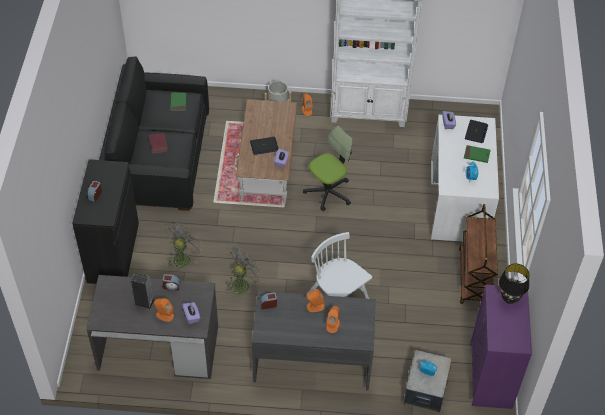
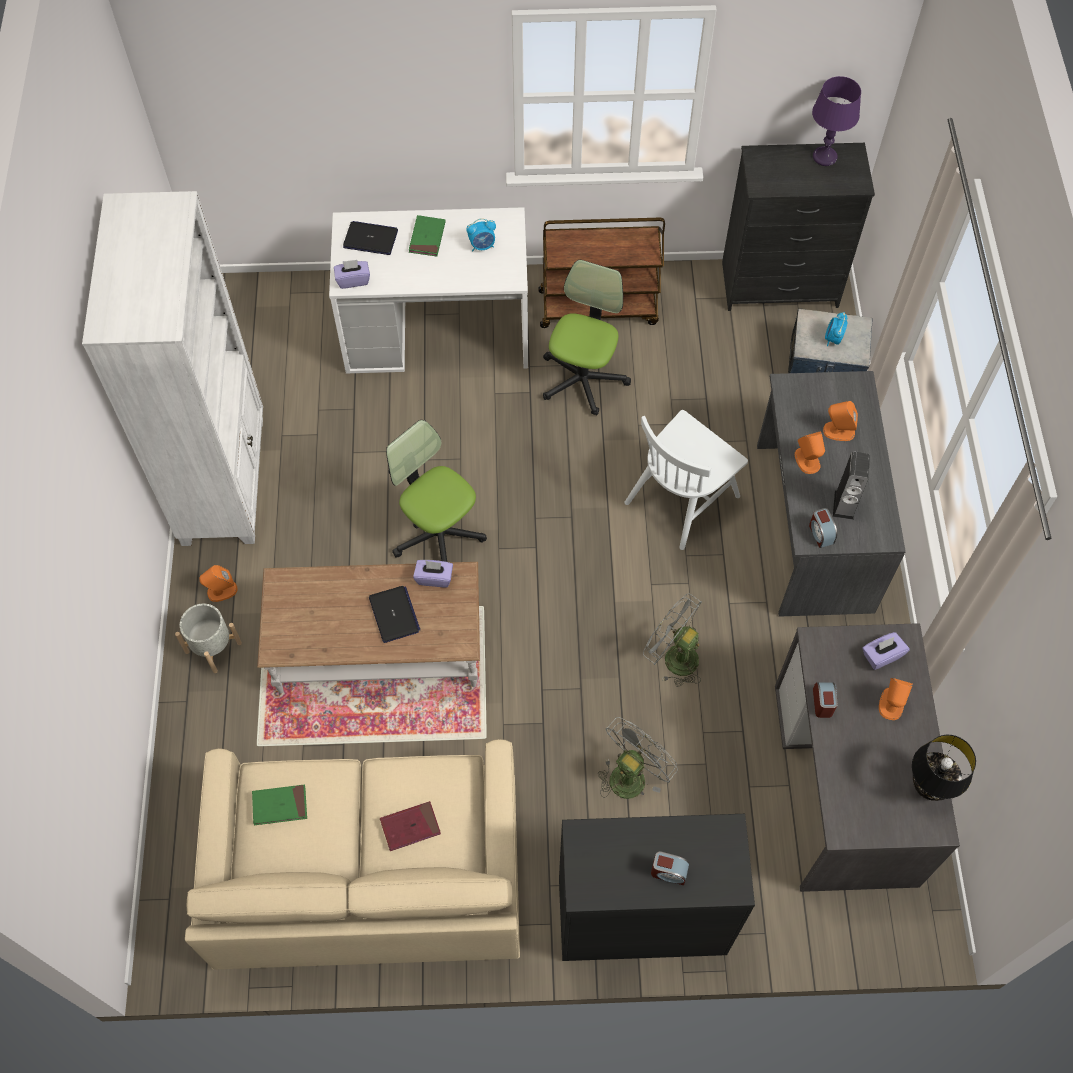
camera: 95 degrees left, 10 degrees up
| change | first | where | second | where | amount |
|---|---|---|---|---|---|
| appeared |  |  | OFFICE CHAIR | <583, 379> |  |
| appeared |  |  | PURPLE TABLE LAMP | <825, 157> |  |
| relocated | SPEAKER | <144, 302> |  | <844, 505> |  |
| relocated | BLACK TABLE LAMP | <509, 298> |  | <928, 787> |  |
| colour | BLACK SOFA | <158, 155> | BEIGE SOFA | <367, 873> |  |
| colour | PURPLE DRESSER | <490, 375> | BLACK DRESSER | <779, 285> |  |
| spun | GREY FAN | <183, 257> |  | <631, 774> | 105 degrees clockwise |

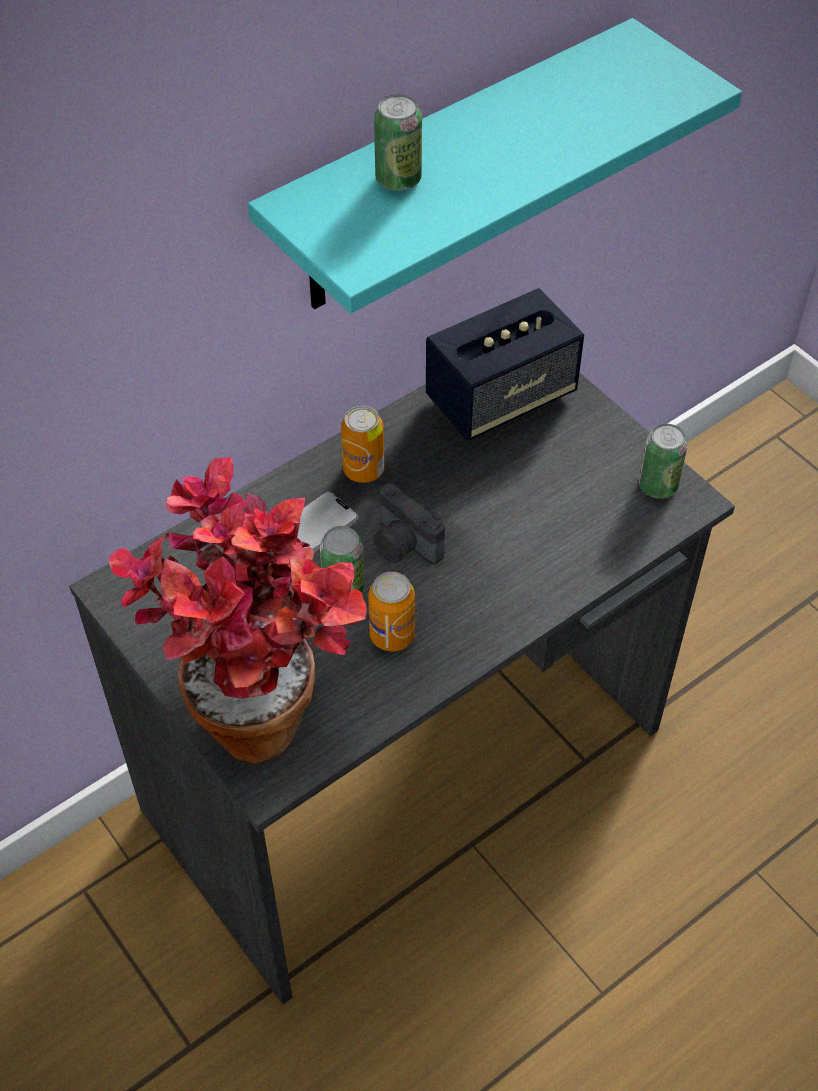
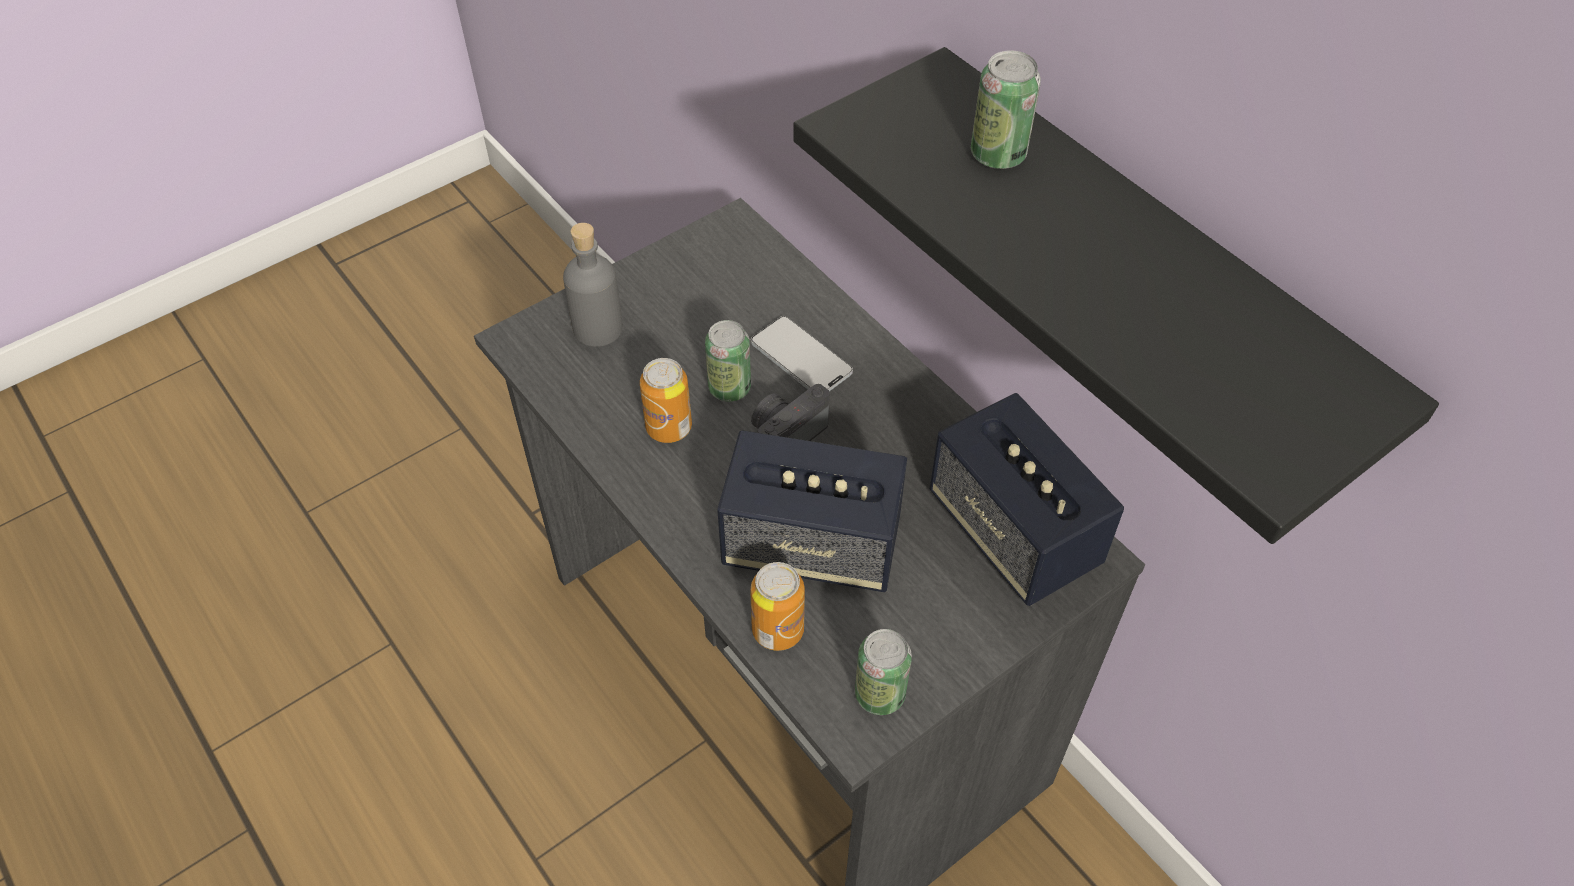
camera: 90 degrees right, 0 degrees up
| change | first | where | second | where | amount |
|---|---|---|---|---|---|
| appeared |  |  | SPEAKER | <811, 544> |  |
| relocated | CAN | <363, 469> |  | <778, 630> |  |
| exchanged | POTTED PLANT | <257, 704> | GREY BOTTLE | <598, 328> |  |
| colour | TURQUOISE SHELF | <449, 172> | BLACK SHELF | <1138, 281> |  |

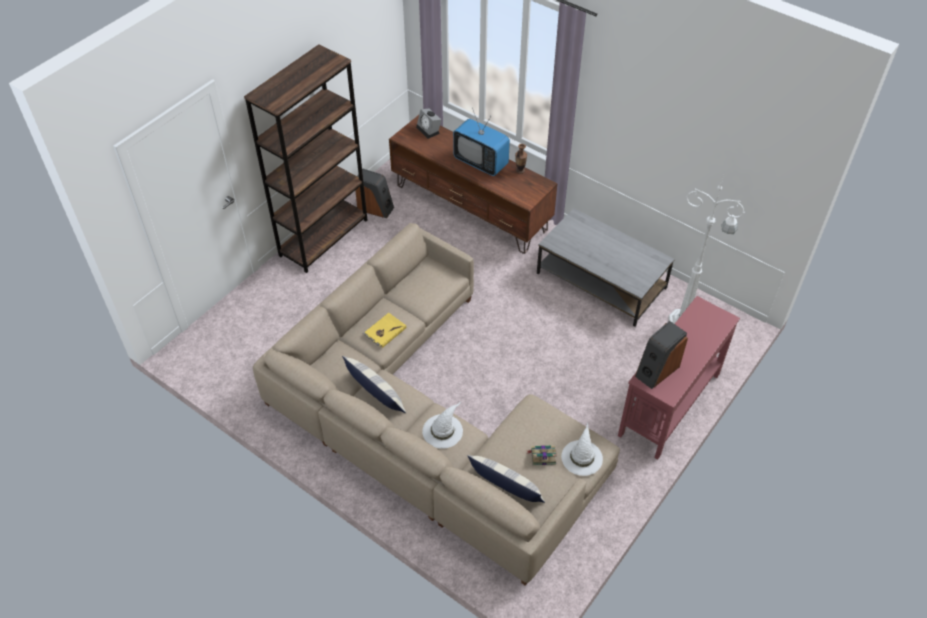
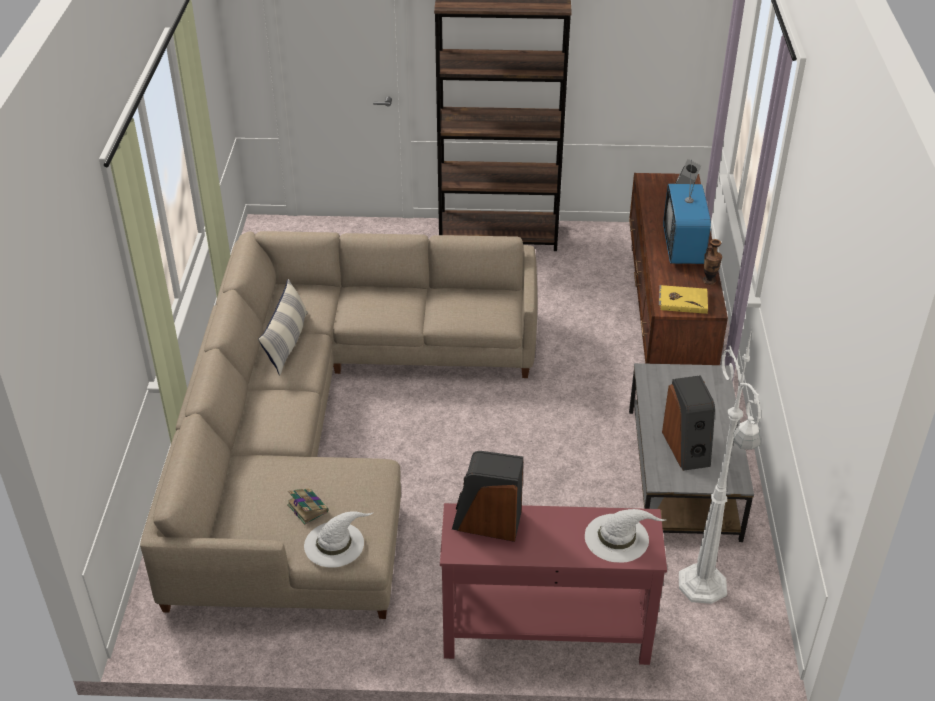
camera: 55 degrees right, 10 degrees down
| change | first | where | second | where | amount |
|---|---|---|---|---|---|
| missing | PILLOW | <505, 487> |  |  |  |
| relocated | SPEAKER | <375, 208> |  | <687, 448> |  |
| relocated | YELLOW BOOK | <384, 331> |  | <683, 301> |  |
| relocated | WHITE HAT | <442, 430> |  | <617, 537> |  |

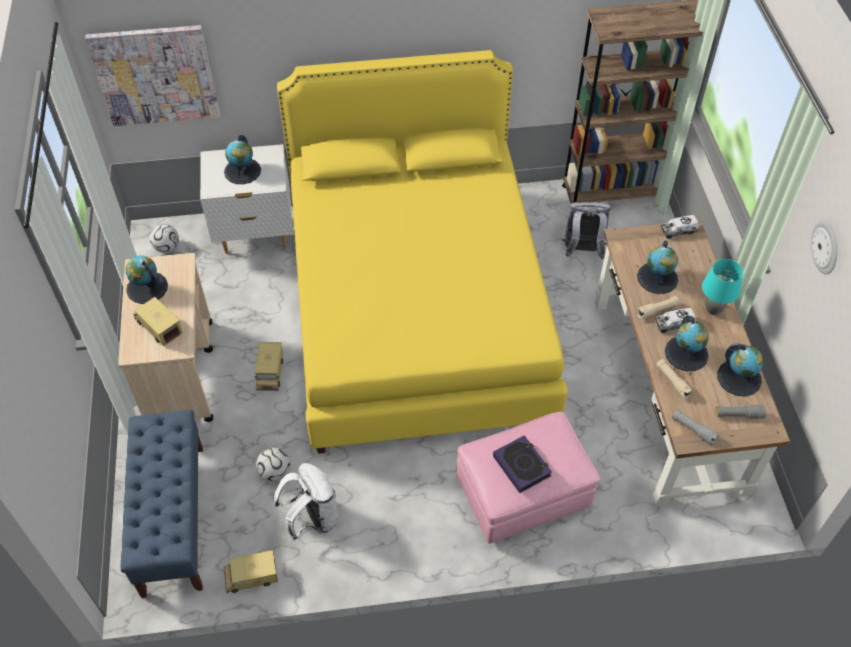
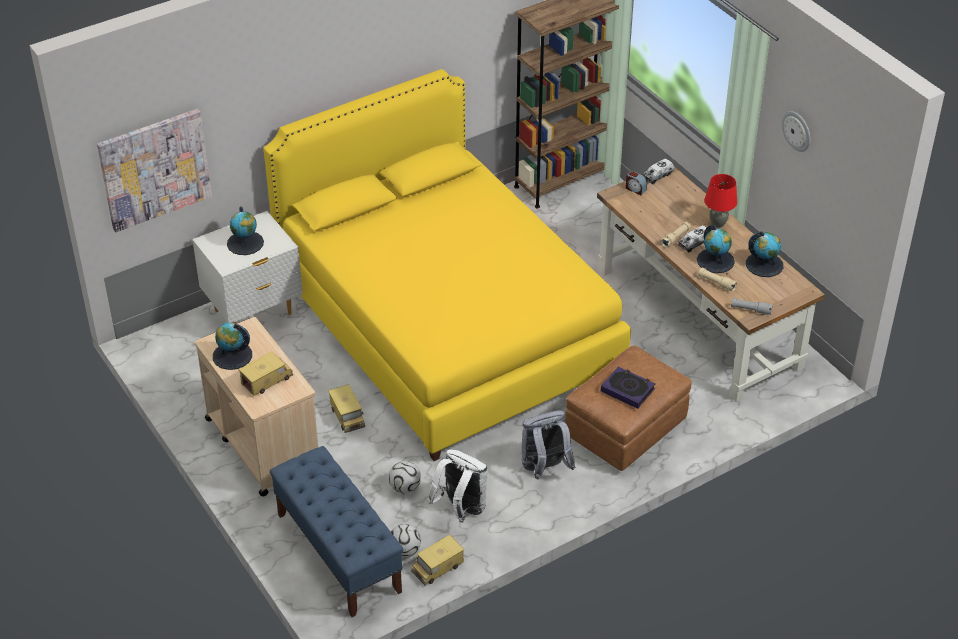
camera: 25 degrees left, 10 degrees down
| change | first | where | second | where | amount |
|---|---|---|---|---|---|
| missing | GLOBE | <657, 278> |  |  |  |
| missing | GREY FLASHLIGHT | <738, 415> |  |  |  |
| appeared |  |  | ALARM CLOCK | <635, 189> |  |
| relocated | FOOTBALL | <167, 247> |  | <404, 551> |  |
| relocated | GREY BACKPACK | <582, 251> |  | <544, 468> |  |
| colour | PINK OTTOMAN | <523, 494> | BROWN OTTOMAN | <626, 430> |  |
| colour | TURQUOISE TABLE LAMP | <712, 309> | RED TABLE LAMP | <717, 224> |  |
| spun | TOY TRUCK | <159, 327> |  | <267, 380> | 120 degrees clockwise |

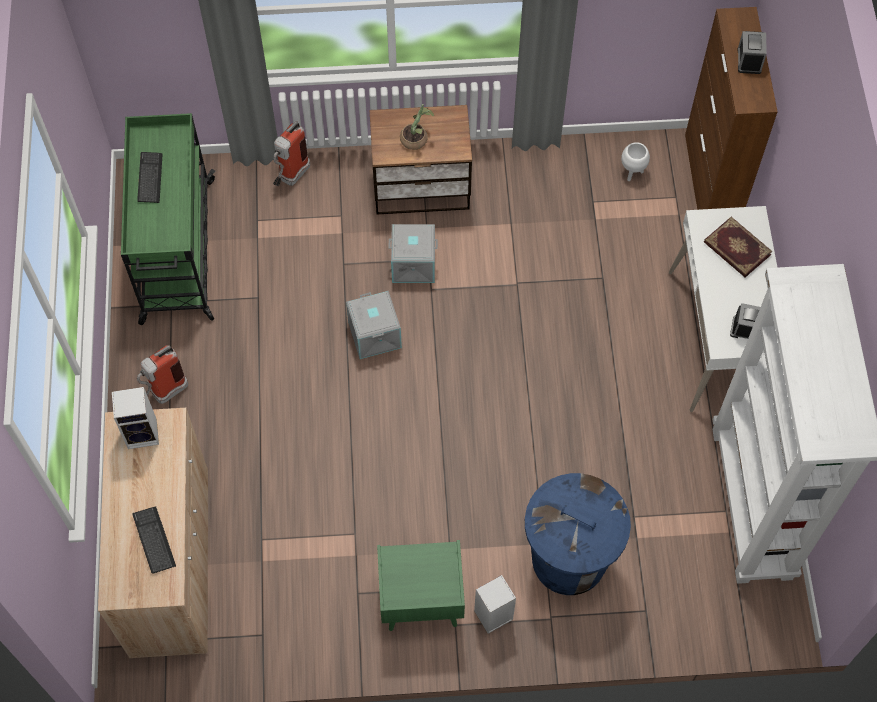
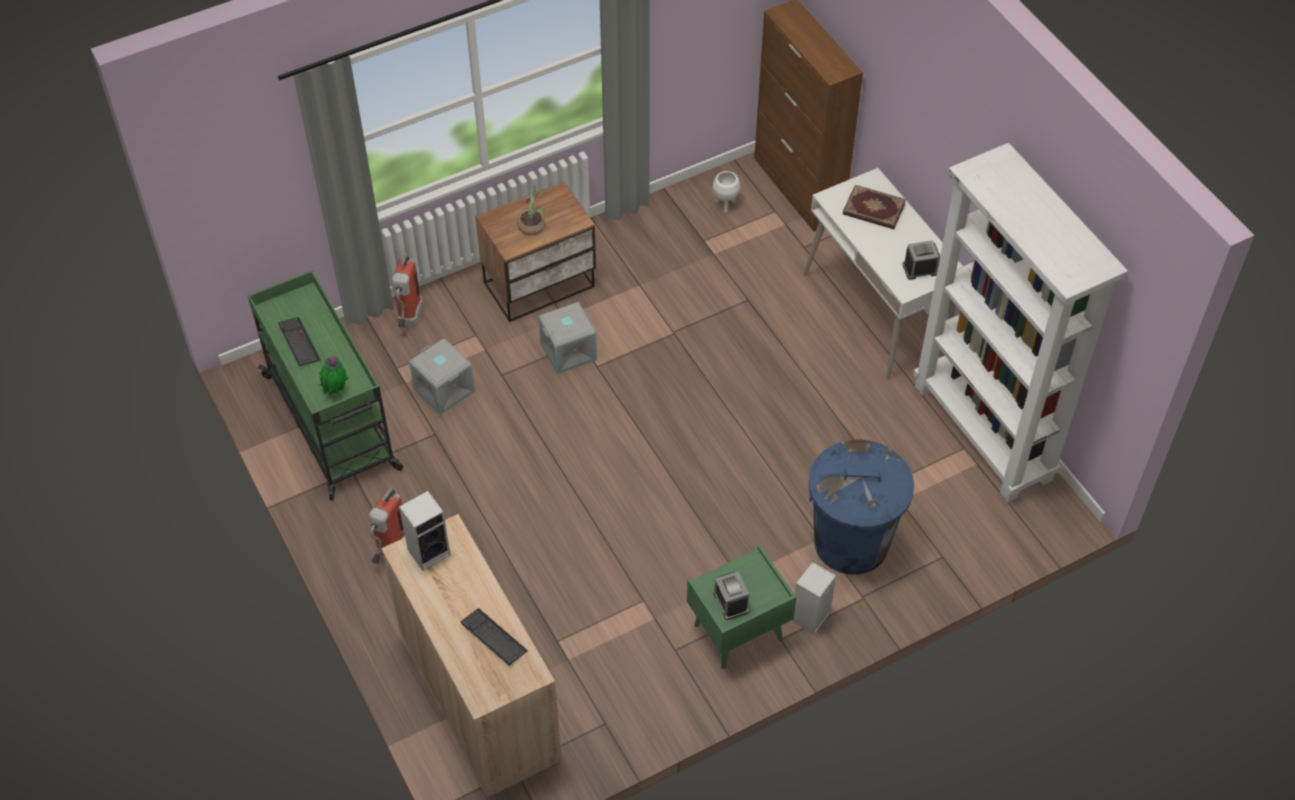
camera: 25 degrees left, 10 degrees down
| change | first | where | second | where | amount |
|---|---|---|---|---|---|
| appeared |  |  | POTTED PLANT | <336, 391> |  |
| relocated | GREY STORAGE BOX | <376, 335> |  | <445, 389> |  |
| relocated | ALARM CLOCK | <749, 60> |  | <730, 602> |  |

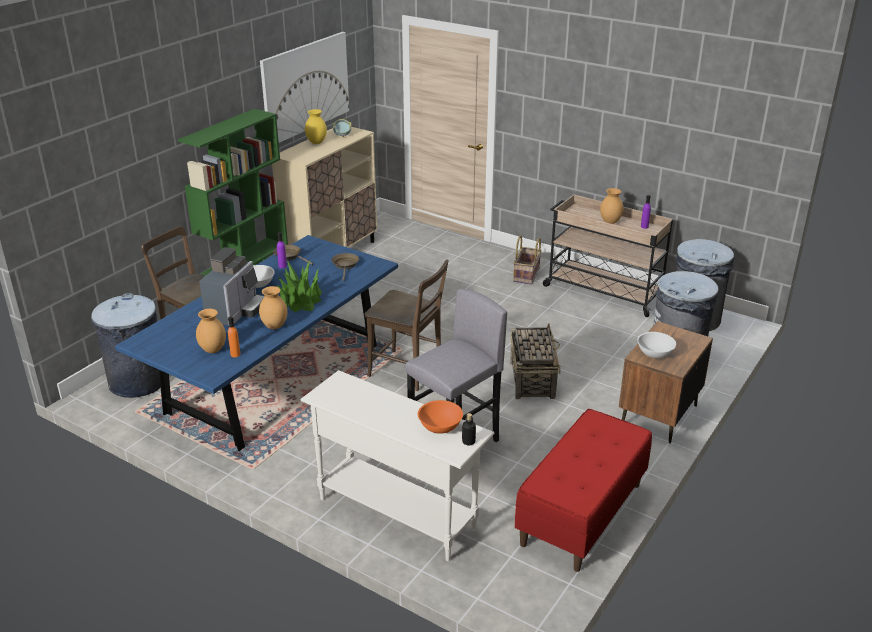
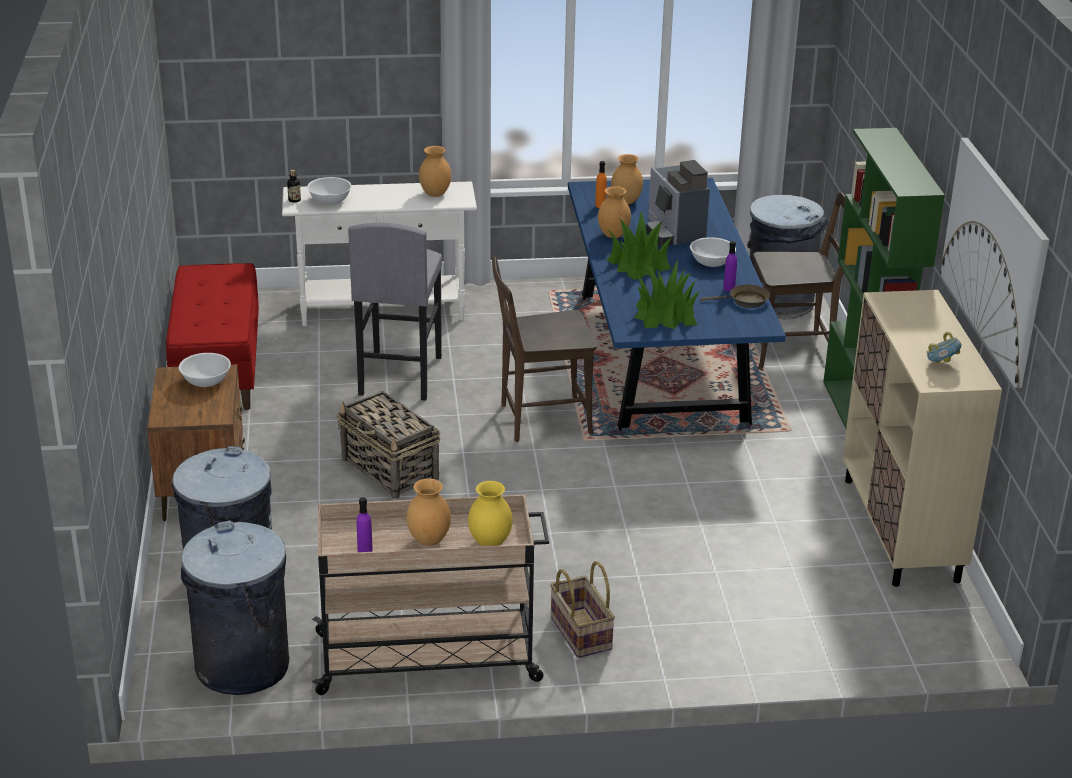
camera: 140 degrees right, 0 degrees up
| change | first | where | second | where | amount |
|---|---|---|---|---|---|
| appeared |  |  | BROWN VASE | <434, 194> |  |
| relocated | YELLOW VASE | <316, 142> |  | <490, 542> |  |
| exchanged | BROWN FRYING PAN | <345, 266> | POTTED PLANT | <665, 315> |  |
| colour | ORANGE BOWL | <439, 427> | WHITE BOWL | <330, 201> |  |

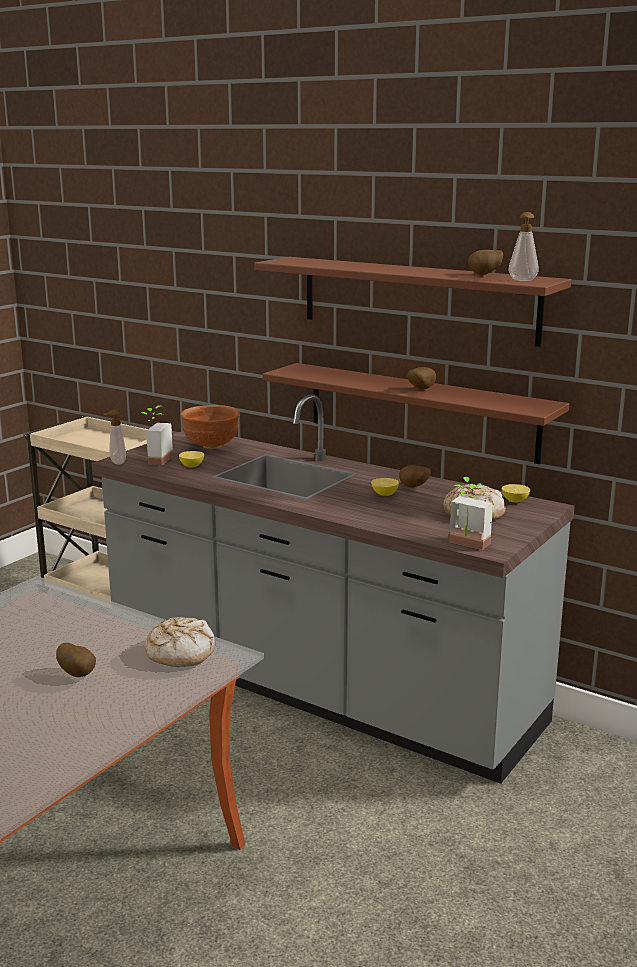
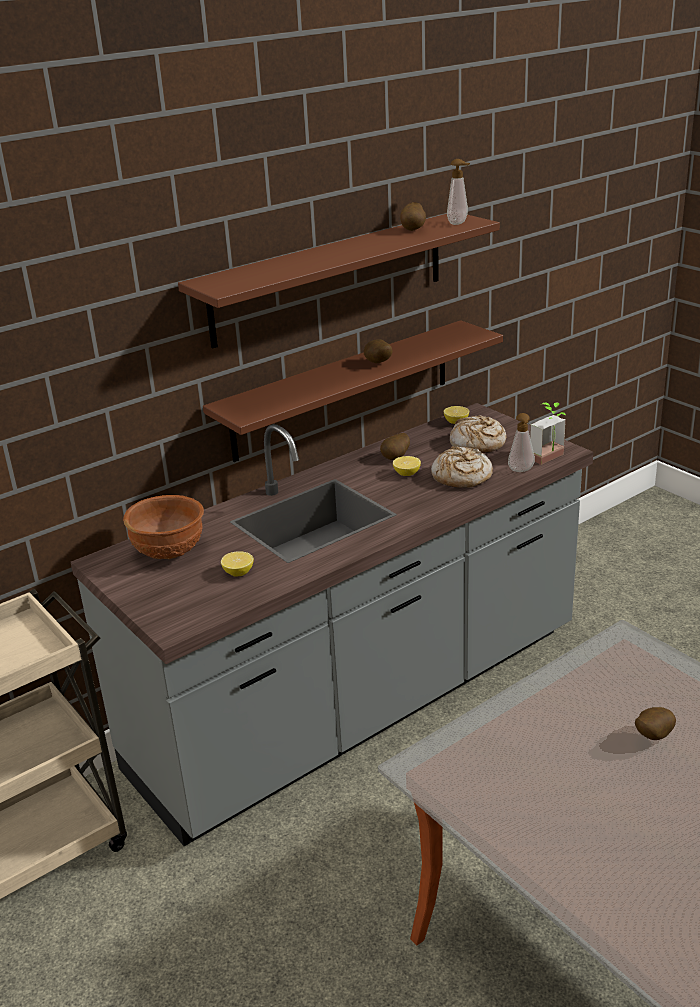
camera: 70 degrees left, 10 degrees up
| change | first | where | second | where | amount |
|---|---|---|---|---|---|
| missing | POTTED PLANT | <154, 459> |  |  |  |
| relocated | SOAP DISPENSER | <116, 463> |  | <521, 471> |  |
| relocated | BREAD | <180, 652> |  | <461, 477> |  |

